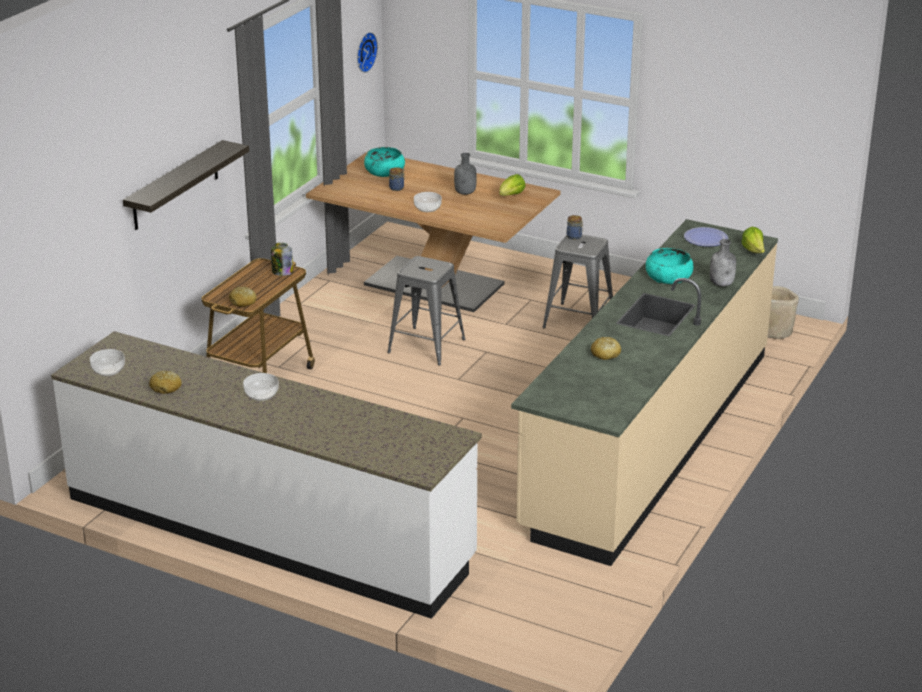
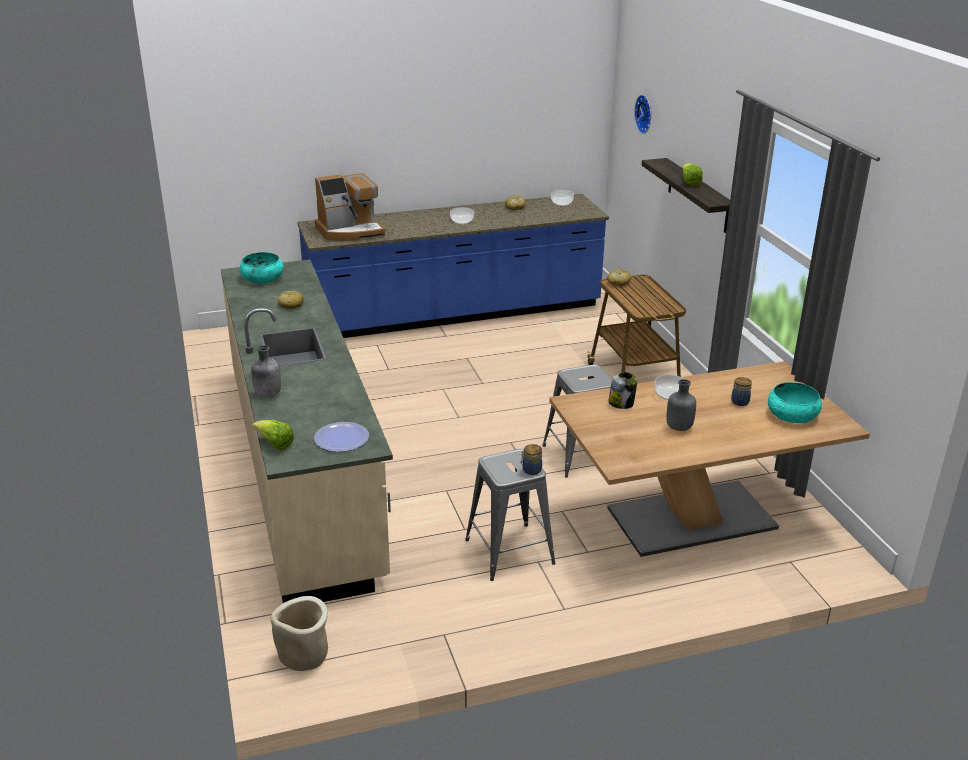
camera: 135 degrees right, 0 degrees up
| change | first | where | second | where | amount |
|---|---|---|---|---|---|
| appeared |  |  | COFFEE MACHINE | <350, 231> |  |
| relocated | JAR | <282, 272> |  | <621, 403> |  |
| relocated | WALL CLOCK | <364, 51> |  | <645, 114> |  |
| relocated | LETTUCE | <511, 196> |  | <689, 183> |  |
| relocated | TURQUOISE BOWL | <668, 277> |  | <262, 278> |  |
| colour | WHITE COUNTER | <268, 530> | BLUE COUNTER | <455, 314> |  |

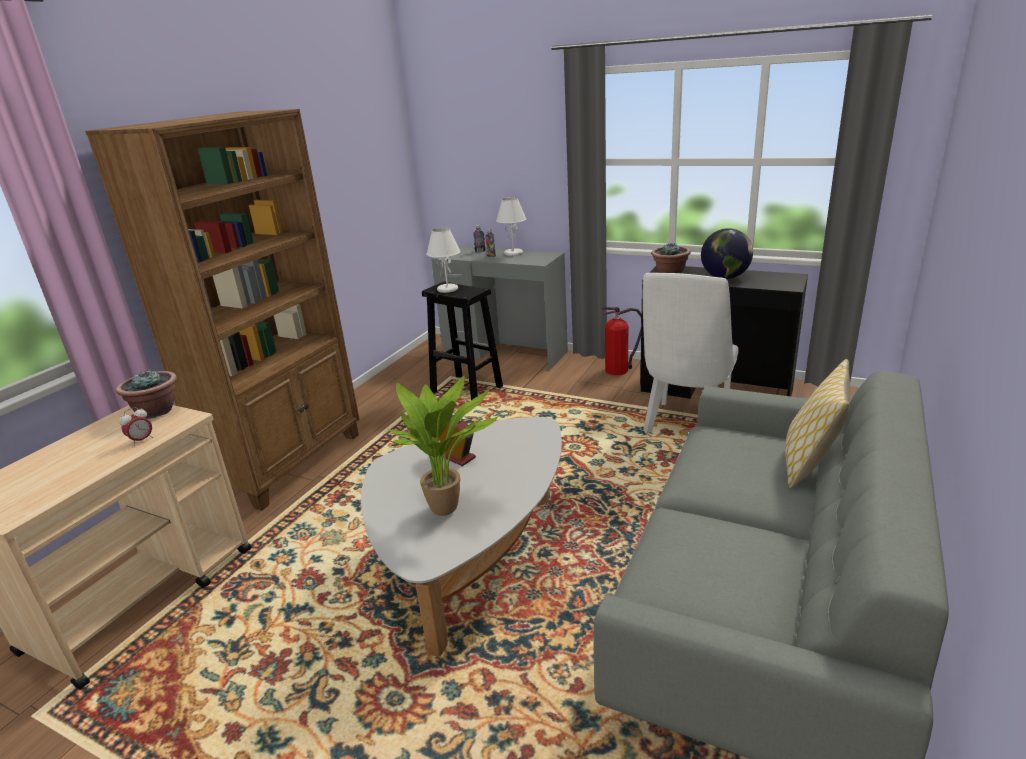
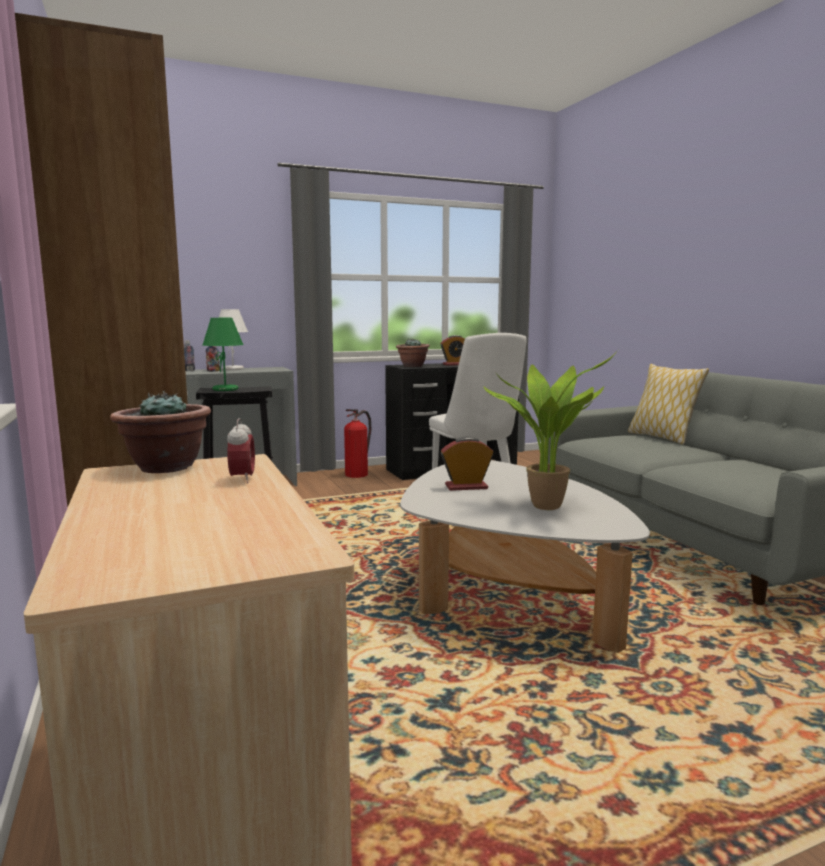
camera: 50 degrees left, 15 degrees down
| change | first | where | second | where | amount |
|---|---|---|---|---|---|
| exchanged | GLOBE | <725, 277> | ALARM CLOCK | <455, 364> |  |
| colour | WHITE TABLE LAMP | <447, 289> | GREEN TABLE LAMP | <225, 389> |  |

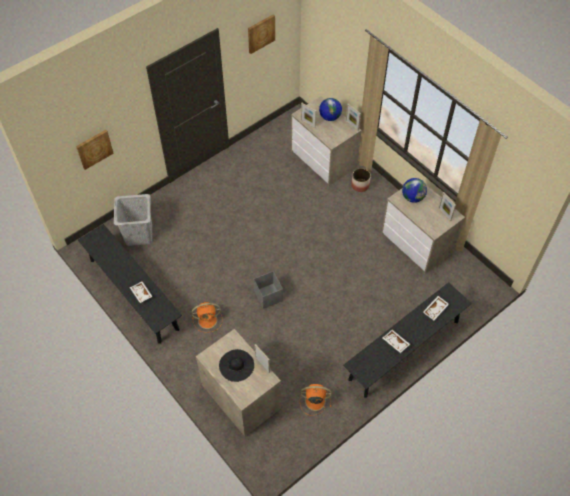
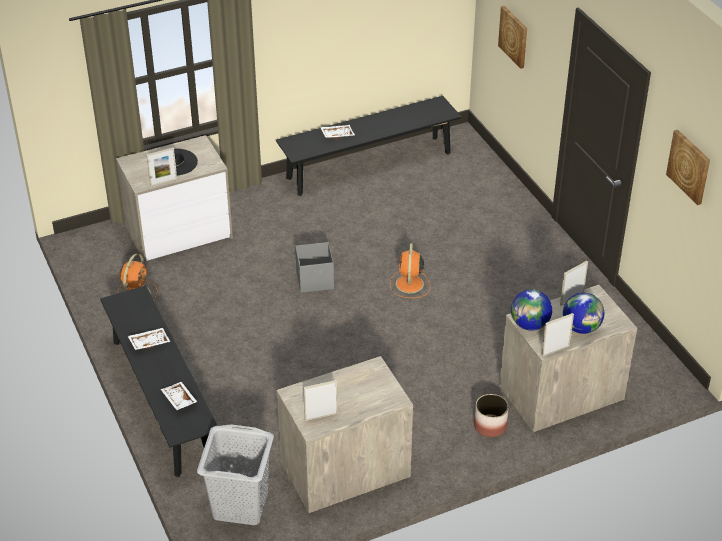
camera: 105 degrees right, 15 degrees down
| change | first | where | second | where | amount |
|---|---|---|---|---|---|
| relocated | GREY LAUNDRY BASKET | <139, 234> |  | <241, 504> |  |
| relocated | ORANGE FAN | <208, 320> |  | <409, 285> |  |
| relocated | GLOBE | <413, 197> |  | <530, 324> |  |

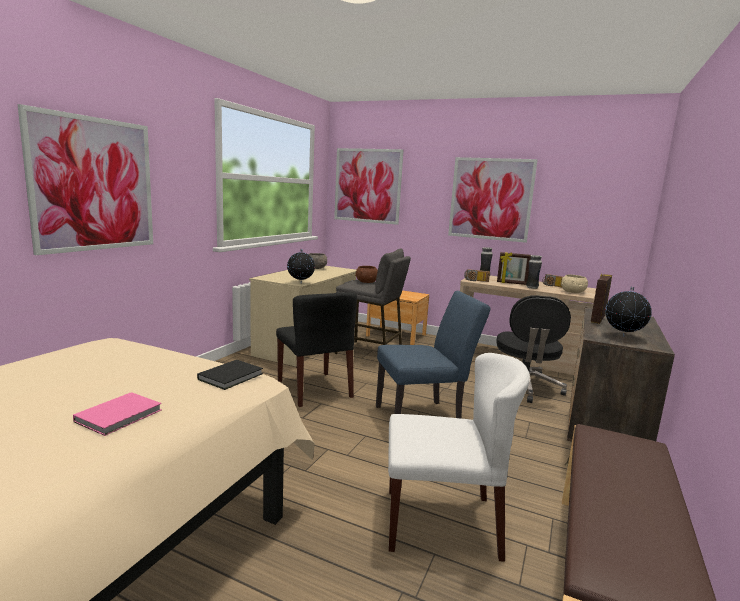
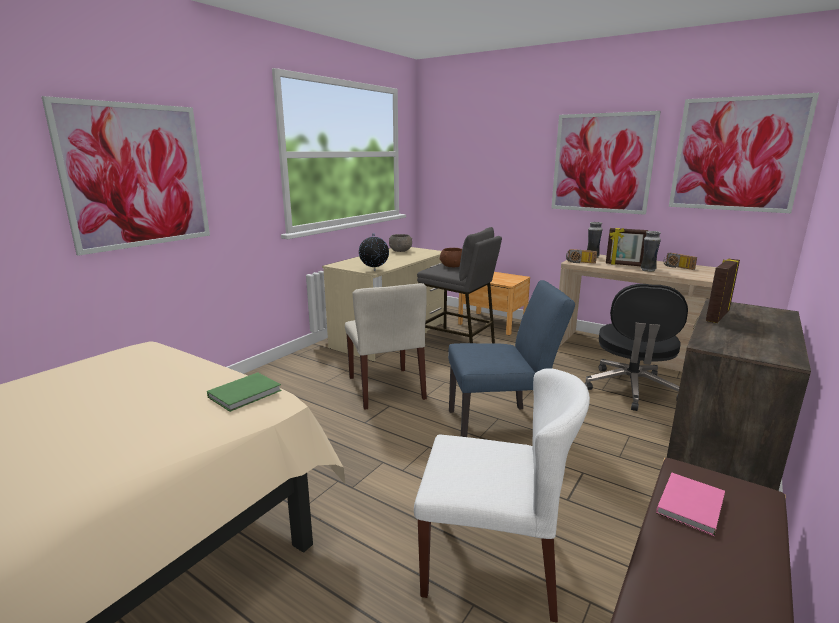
camera: 10 degrees right, 5 degrees up
| change | first | where | second | where | amount |
|---|---|---|---|---|---|
| missing | BEIGE BOWL | <572, 292> |  |  |  |
| missing | GLOBE | <623, 336> |  |  |  |
| relocated | PINK BOOK | <121, 415> |  | <692, 504> |  |
| relocated | PICTURE | <367, 185> |  | <737, 154> |  |
| colour | BLACK BOOK | <232, 376> | GREEN BOOK | <247, 393> |  |
| colour | BLACK CHAIR | <314, 389> | BEIGE CHAIR | <386, 388> |  |

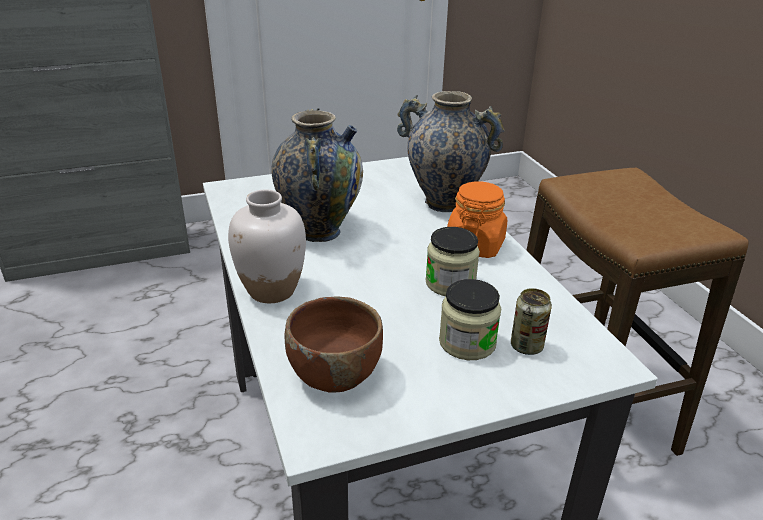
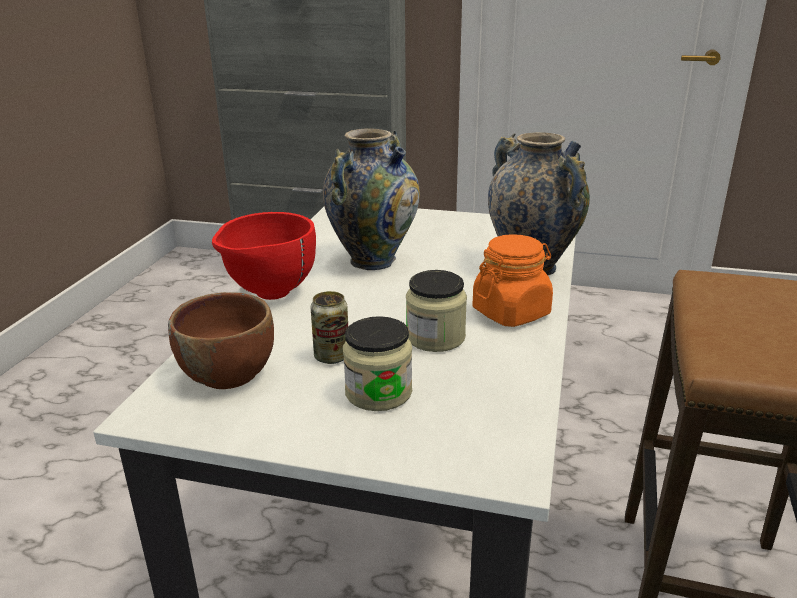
camera: 35 degrees right, 5 degrees down
| change | first | where | second | where | amount |
|---|---|---|---|---|---|
| relocated | CAN | <526, 346> |  | <332, 357> |  |
| exchanged | WHITE VASE | <272, 291> | RED BOWL | <269, 295> |  |

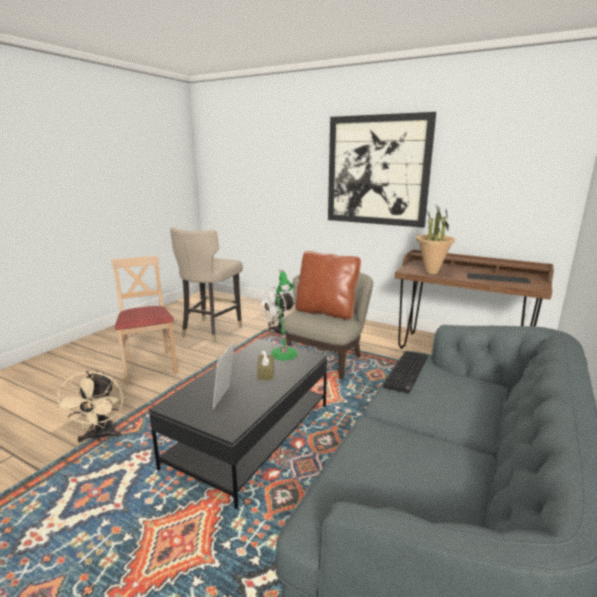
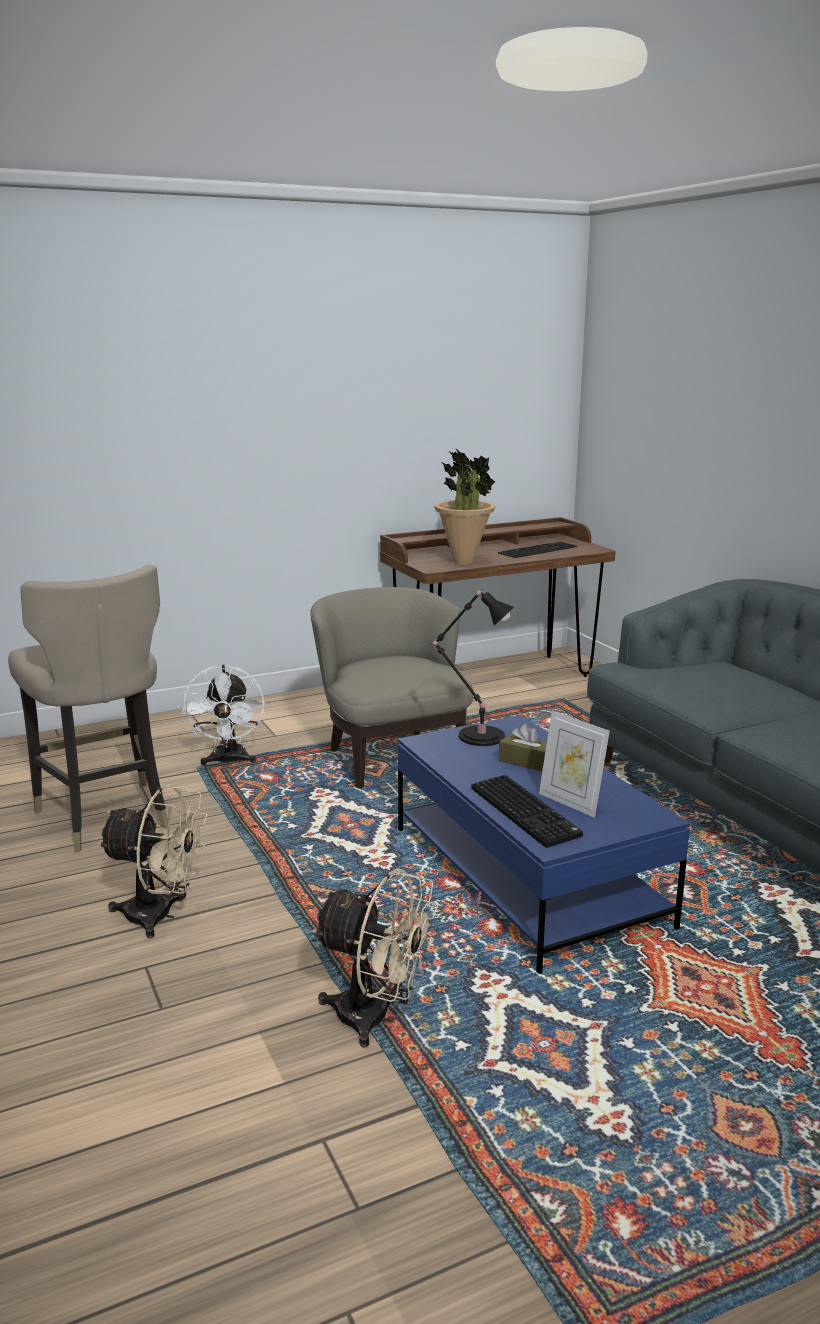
camera: 55 degrees left, 0 degrees up
| change | first | where | second | where | amount |
|---|---|---|---|---|---|
| missing | BROWN PILLOW | <326, 312> |  |  |  |
| missing | PICTURE | <377, 171> |  |  |  |
| relocated | KEYBOARD | <407, 372> |  | <527, 812> |  |
| exchanged | BEIGE CHAIR | <150, 366> | BEIGE FAN | <160, 916> |  |
| colour | BLACK COFFEE TABLE | <251, 435> | BLUE COFFEE TABLE | <527, 876> |  |
| colour | GREEN TABLE LAMP | <283, 353> | BLACK TABLE LAMP | <477, 736> |  |

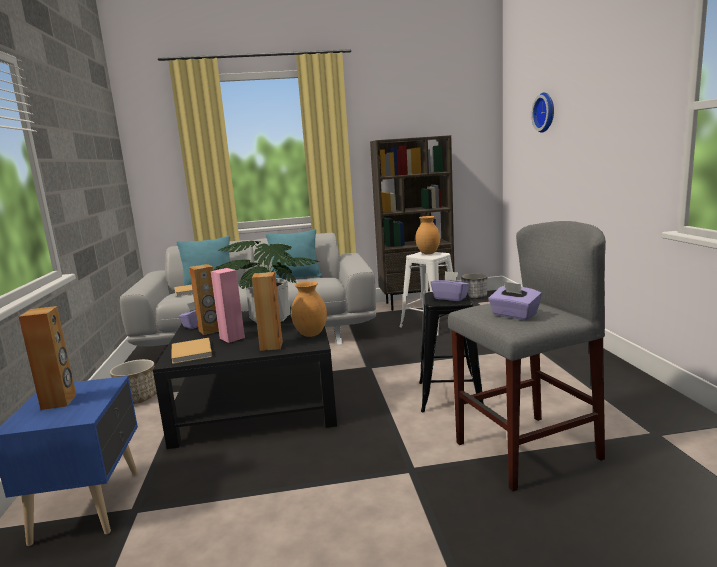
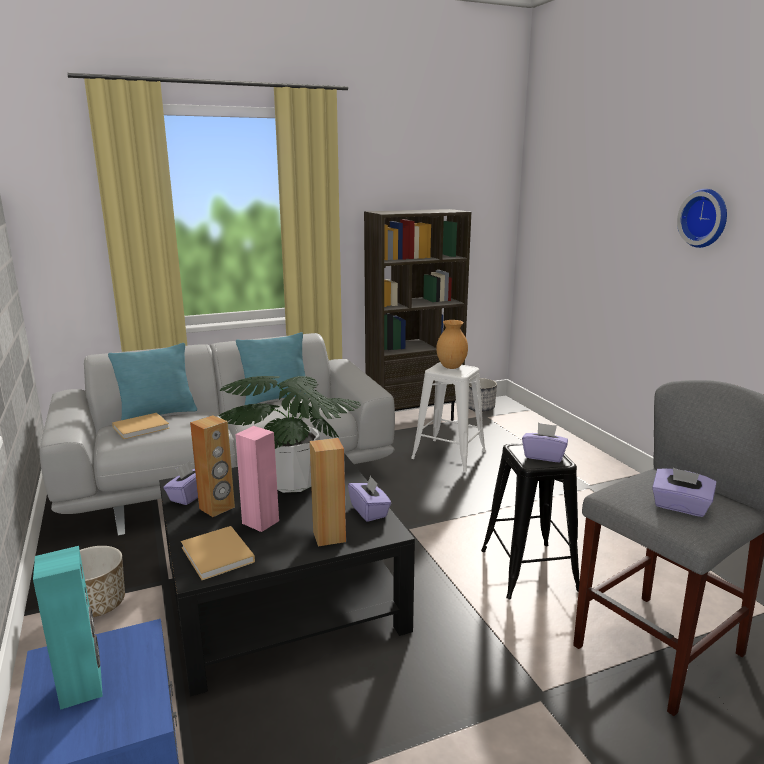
camera: 15 degrees left, 5 degrees up
| change | first | where | second | where | amount |
|---|---|---|---|---|---|
| relocated | WALL CLOCK | <546, 112> |  | <705, 218> |  |
| exchanged | BROWN VASE | <310, 334> | PURPLE TISSUE BOX | <369, 511> |  |
| colour | BROWN SPEAKER | <59, 402> | TURQUOISE SPEAKER | <82, 687> |  |

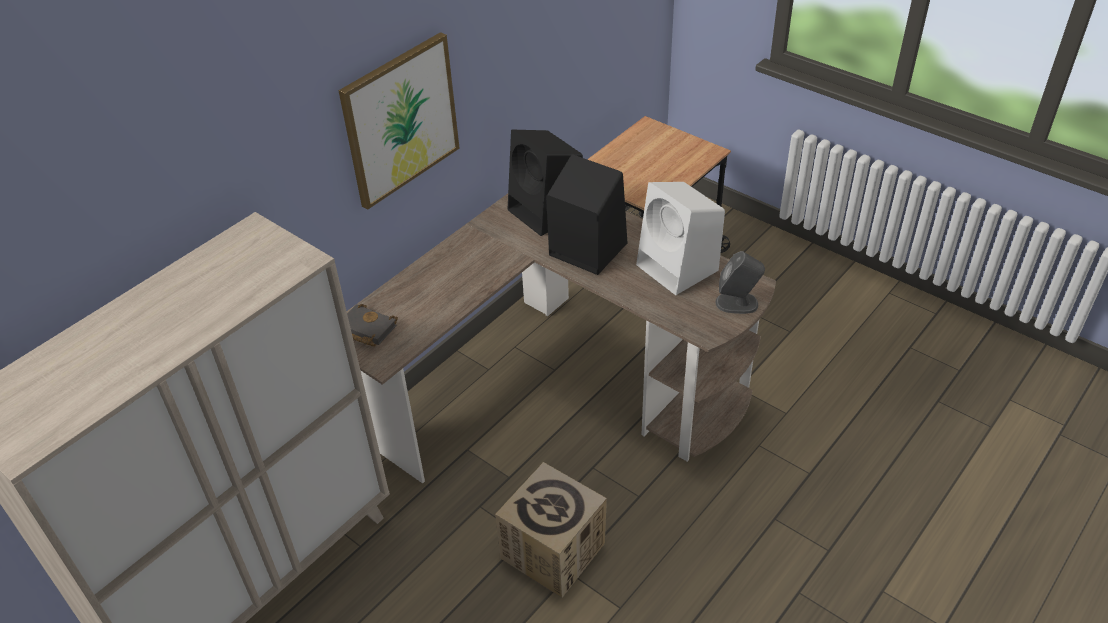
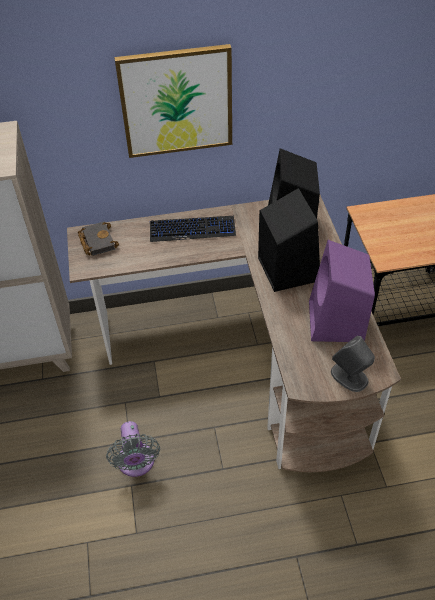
camera: 40 degrees right, 5 degrees up
| change | first | where | second | where | amount |
|---|---|---|---|---|---|
| appeared |  |  | KEYBOARD | <192, 229> |  |
| exchanged | CARDBOARD BOX | <553, 551> | GREY FAN | <136, 464> |  |
| colour | WHITE SPEAKER | <679, 268> | PURPLE SPEAKER | <336, 322> |  |

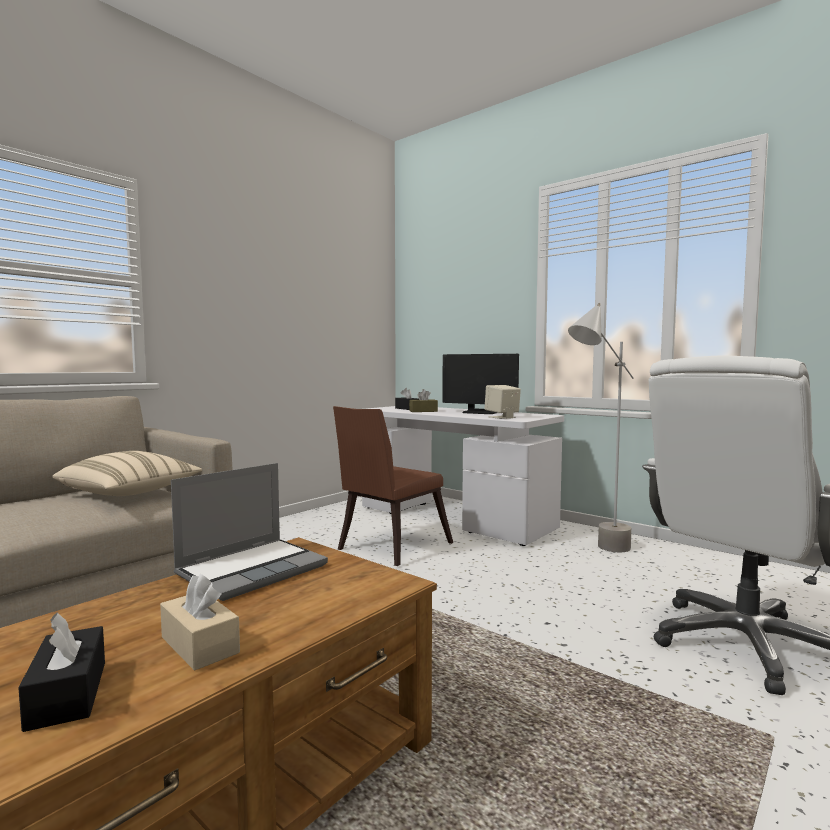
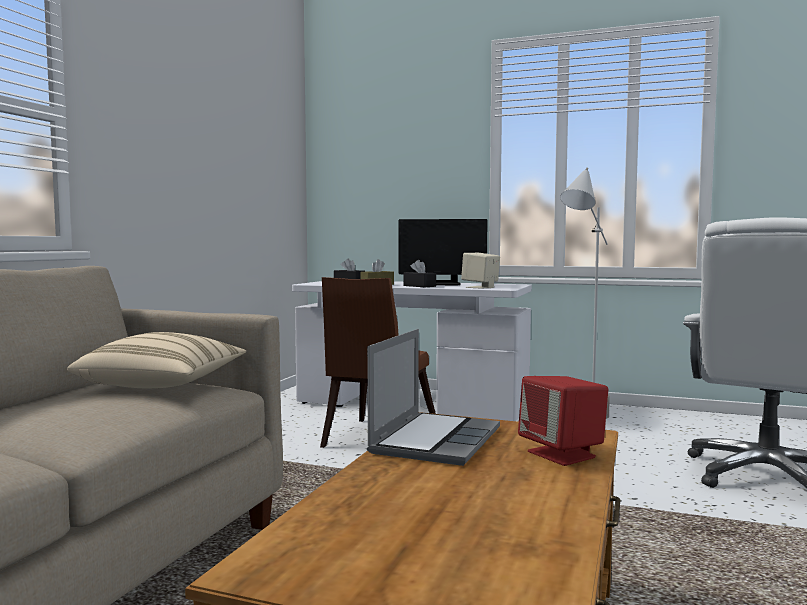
camera: 20 degrees left, 0 degrees up
| change | first | where | second | where | amount |
|---|---|---|---|---|---|
| missing | BEIGE TISSUE BOX | <199, 645> |  |  |  |
| appeared |  |  | RED SPEAKER | <562, 454> |  |
| relocated | BLACK TISSUE BOX | <67, 694> |  | <419, 286> |  |

